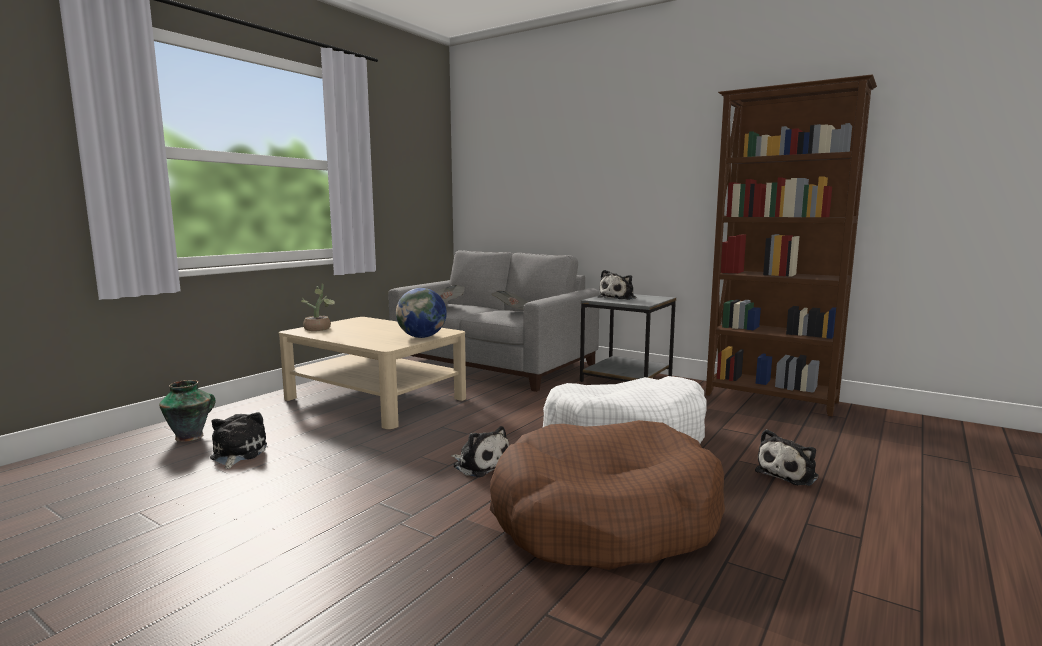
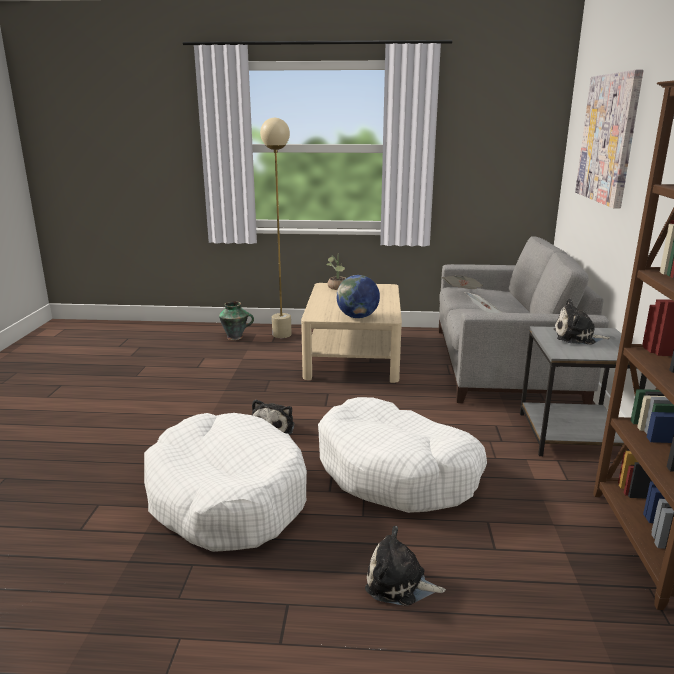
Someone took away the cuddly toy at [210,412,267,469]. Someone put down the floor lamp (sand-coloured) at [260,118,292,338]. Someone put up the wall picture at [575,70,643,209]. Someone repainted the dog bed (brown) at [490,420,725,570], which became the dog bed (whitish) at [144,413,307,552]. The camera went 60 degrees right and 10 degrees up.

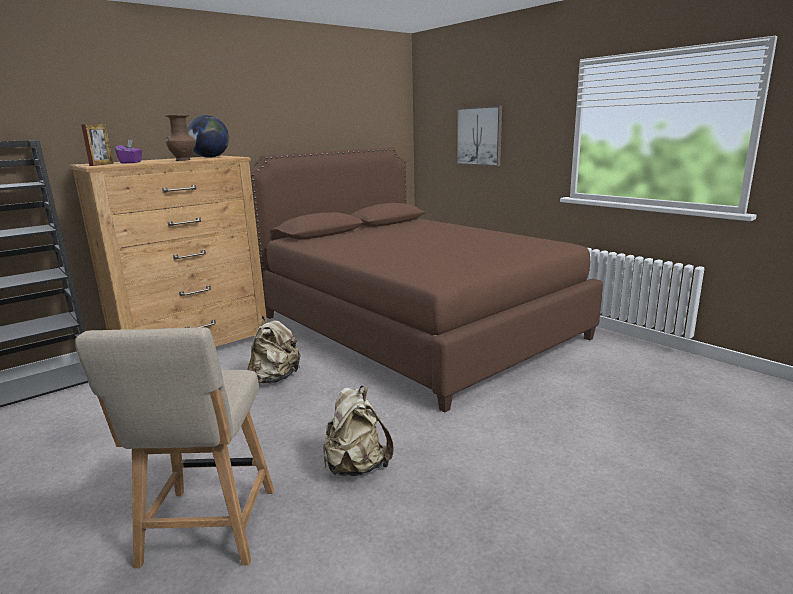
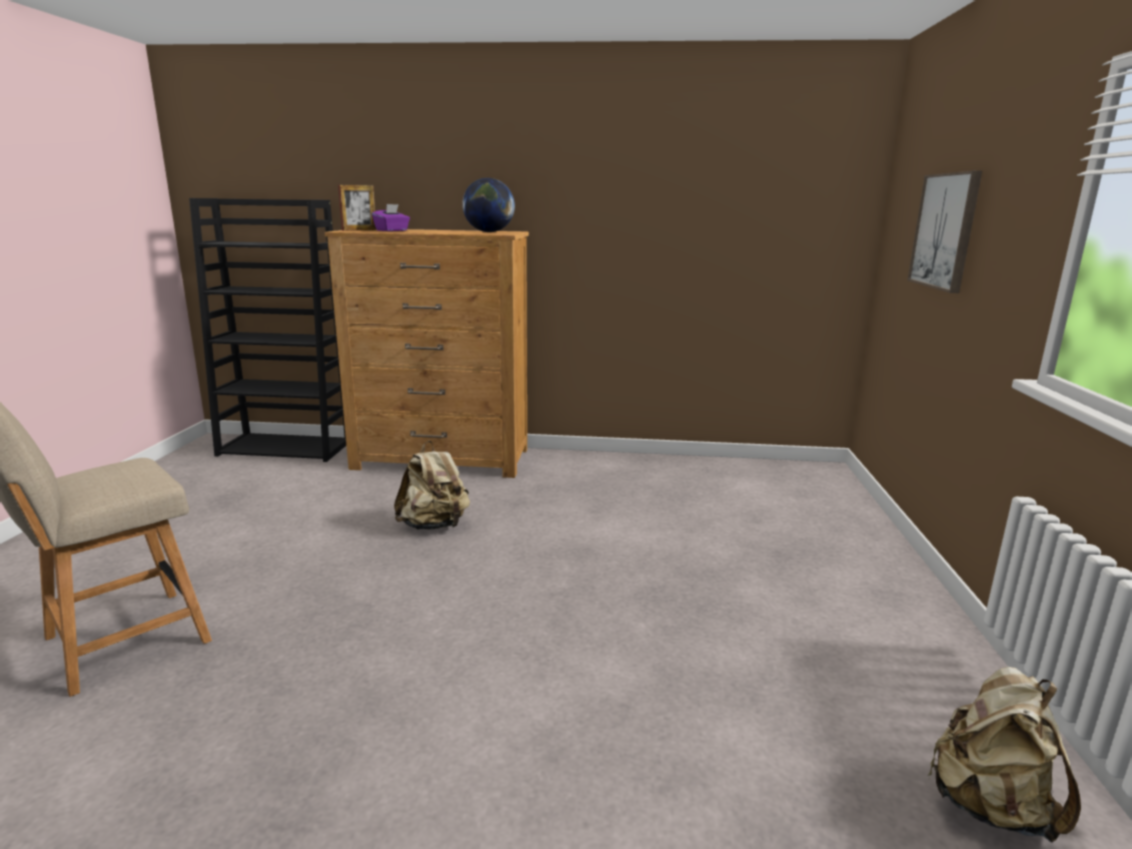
Someone took away the decorative vase (brown) at [165,115,196,161]. Someone took away the bed (brown) at [250,147,603,412]. Someone carried the backpack (sand-coloured) from [323,386,394,476] to [927,667,1081,843]. The camera went 45 degrees right and 0 degrees up.

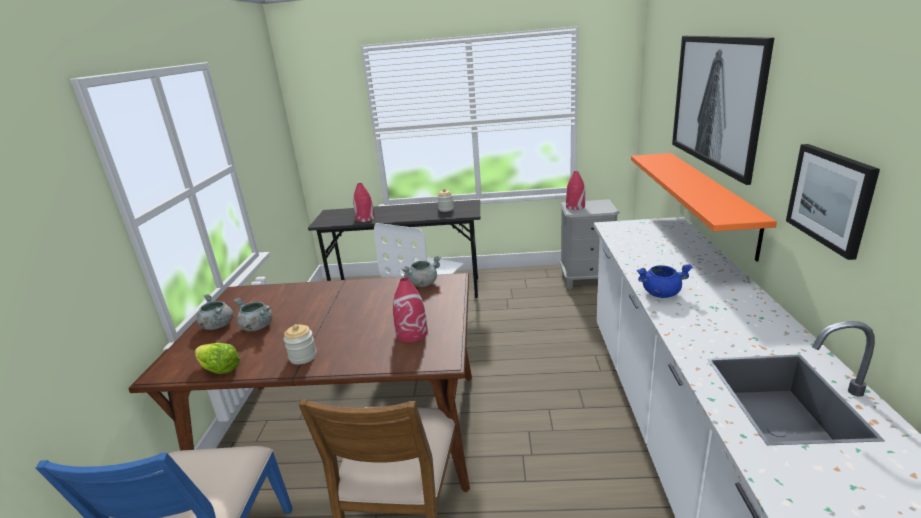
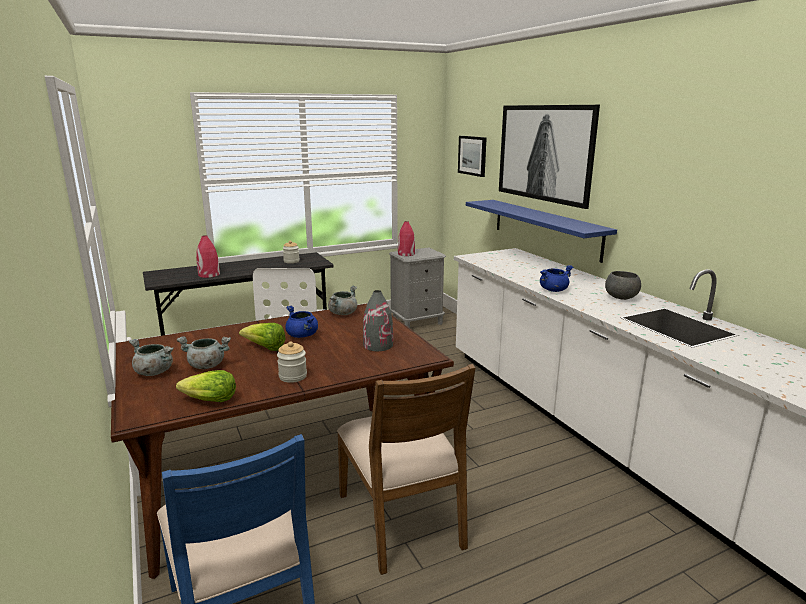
Someone put down the head of lettuce at [239,323,285,351]. Someone put down the cooking pot (blue) at [285,306,318,338]. Someone put down the serving bowl (grey) at [605,271,641,300]. Someone carried the wall picture from [786,144,880,260] to [458,136,487,177]. Someone repainted the decorative vase (reddish) at [393,278,428,342], which became the decorative vase (grey) at [363,290,393,351]. Someone repainted the bracket shelf (orange-coloured) at [631,153,777,261], which became the bracket shelf (blue) at [466,200,617,263]. The camera went 30 degrees left and 5 degrees down.

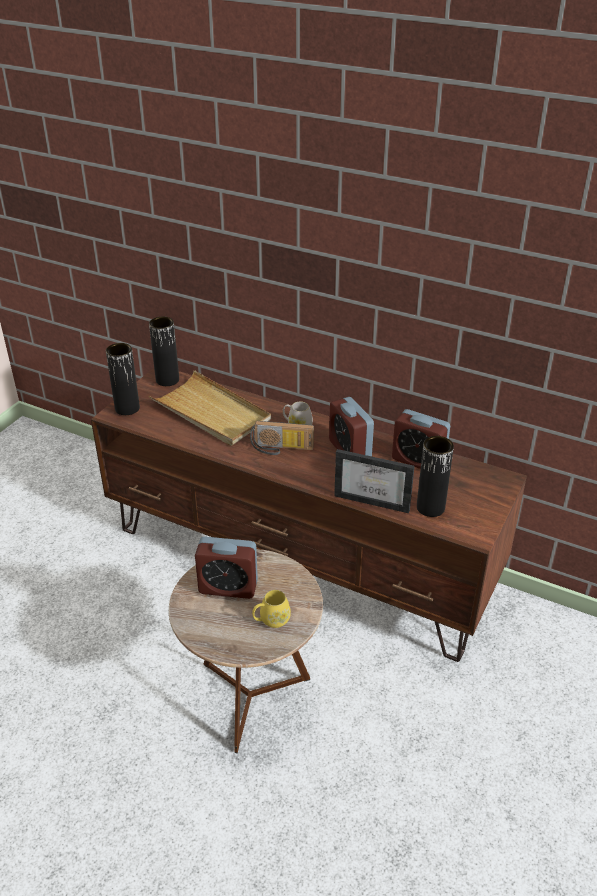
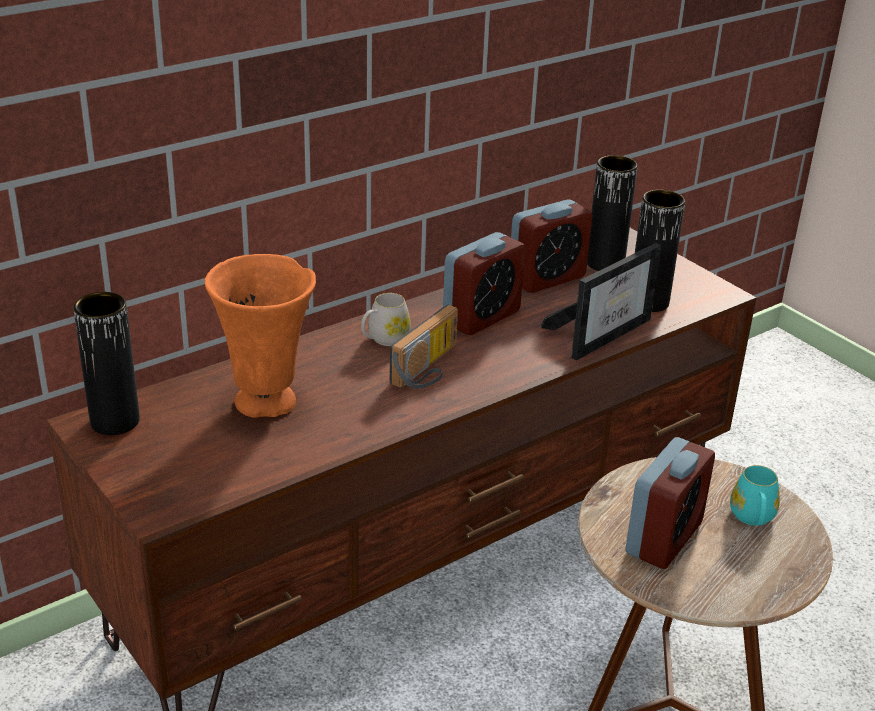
Someone carried the decorative vase (black) from [106,343,140,415] to [587,155,638,271]. Someone swapped the tray (sand-coloured) at [149,370,271,446] for the decorative vase (orange-coloured) at [205,254,316,418]. Someone repainted the tea mug (yellow) at [252,590,291,628], which became the tea mug (turquoise-coloured) at [730,465,780,526]. Someone rotated the bedside clock at [329,397,374,456] by 45 degrees counterclockwise. The camera went 65 degrees left and 5 degrees down.

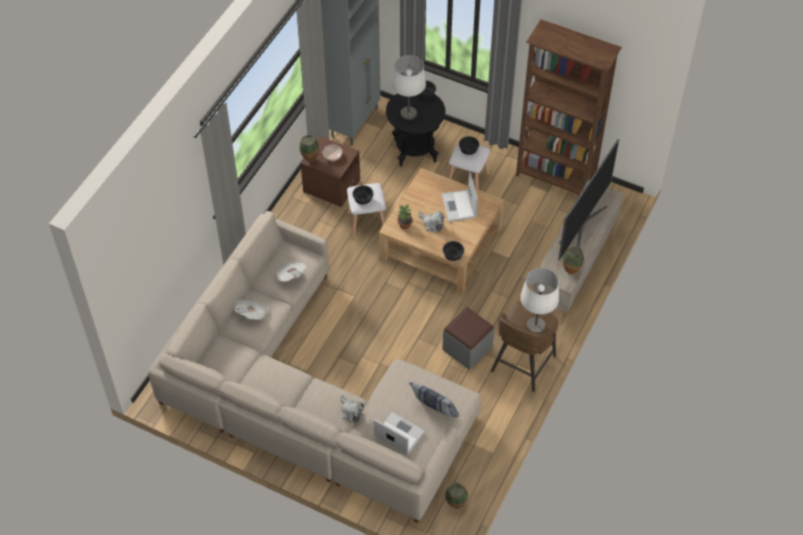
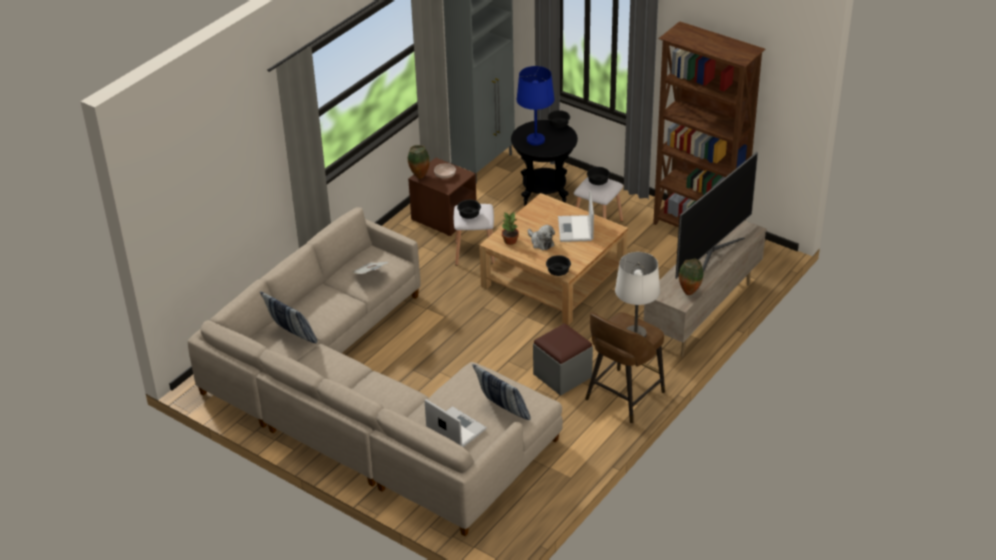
Someone took away the daily paper at [233,298,270,320]. Someone took away the cuddly toy at [341,395,364,423]. Someone took away the decorative vase at [445,483,468,509]. Someone put down the throw pillow at [260,291,318,343]. Someone repainted the table lamp (whitish) at [392,55,426,120], which became the table lamp (blue) at [517,66,555,146]. The camera went 10 degrees right and 15 degrees down.

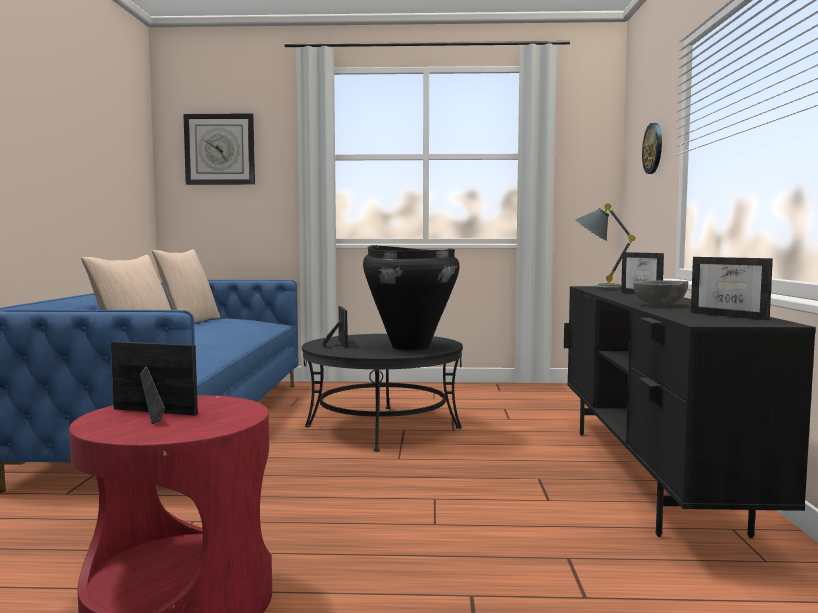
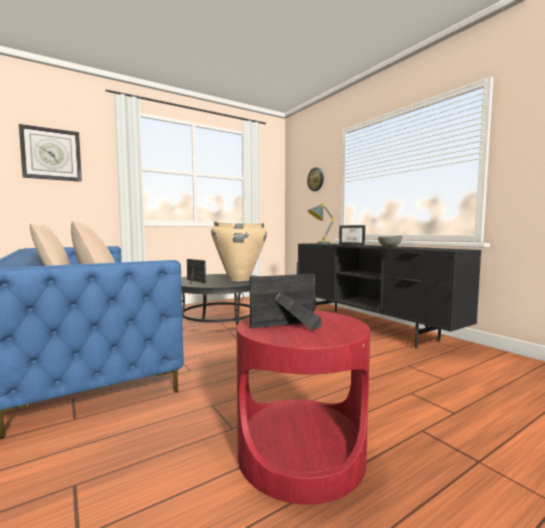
Someone took away the picture frame at [691,257,773,320]. Someone repainted the decorative vase (black) at [363,245,460,350], which became the decorative vase (sand-coloured) at [211,221,267,281]. The camera went 35 degrees left and 0 degrees up.

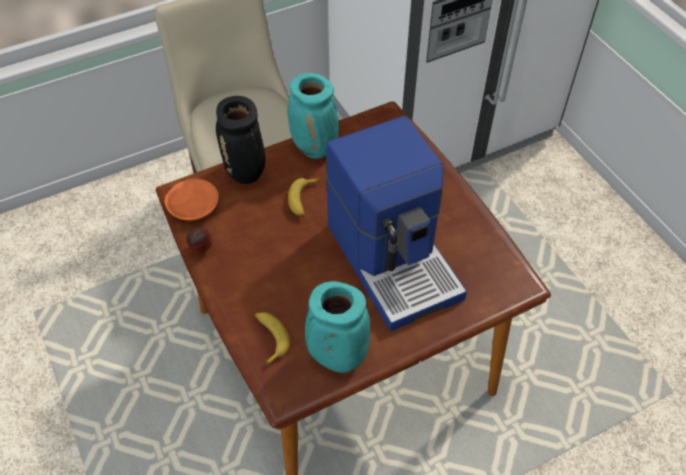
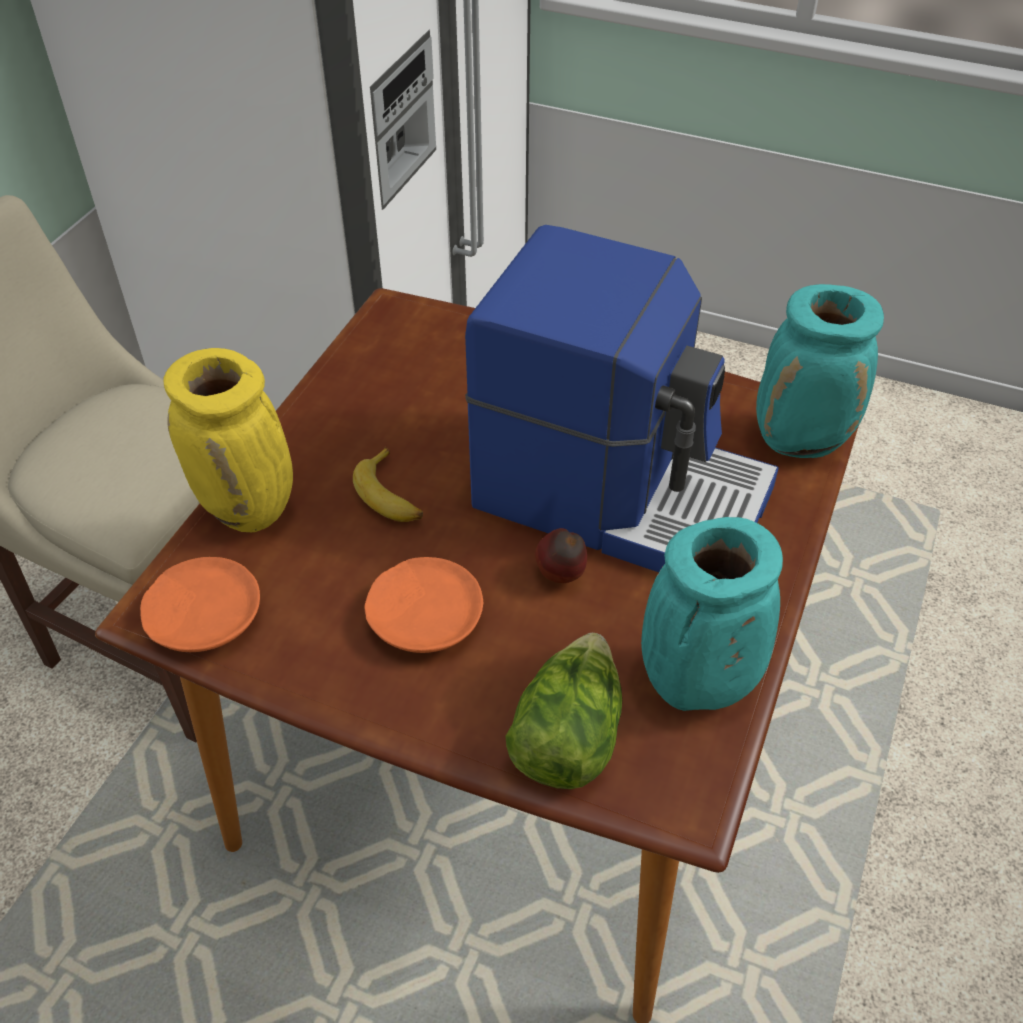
Someone put down the dinner plate (orange-coloured) at [364,557,483,653]. Someone carried the whole apple from [186,227,212,253] to [535,528,587,583]. Someone carried the decorative vase (turquoise-coloured) from [287,73,339,159] to [756,284,884,458]. Someone swapped the whole banana at [255,312,290,366] for the head of lettuce at [505,633,622,789]. Someone repainted the decorative vase (black) at [216,96,265,184], which became the decorative vase (yellow) at [164,348,293,532]. The camera went 40 degrees left and 5 degrees down.

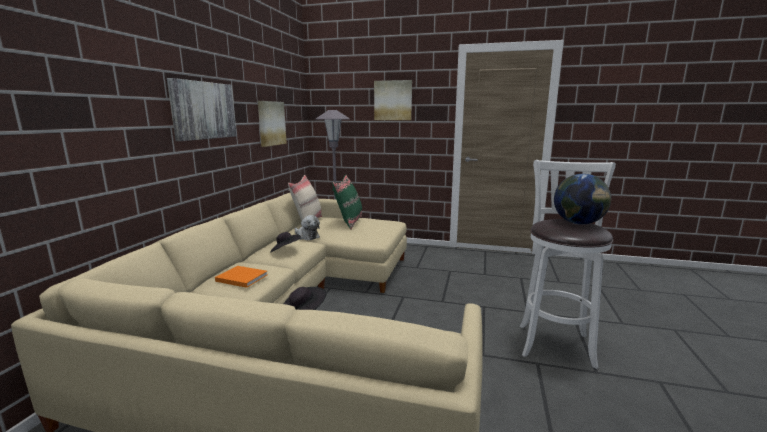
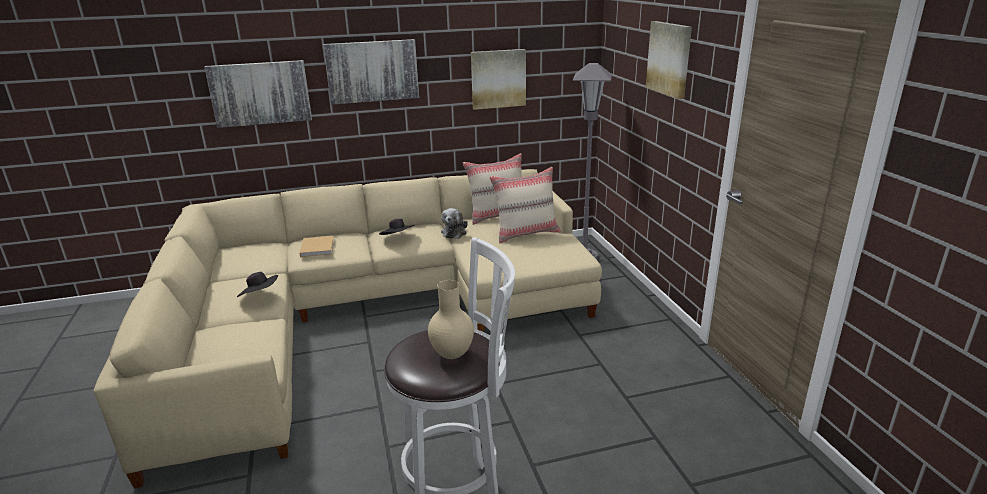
Someone put up the wall picture at [204,60,312,128]. Someone swapped the world globe at [554,174,611,225] for the decorative vase (sand-coloured) at [428,280,474,359]. Someone repainted the book (orange-coloured) at [215,266,267,288], which became the book (sand-coloured) at [300,235,334,257]. Someone repainted the throw pillow (green) at [332,175,362,229], which became the throw pillow (sand-coloured) at [489,167,561,243]. The camera went 60 degrees right and 10 degrees up.

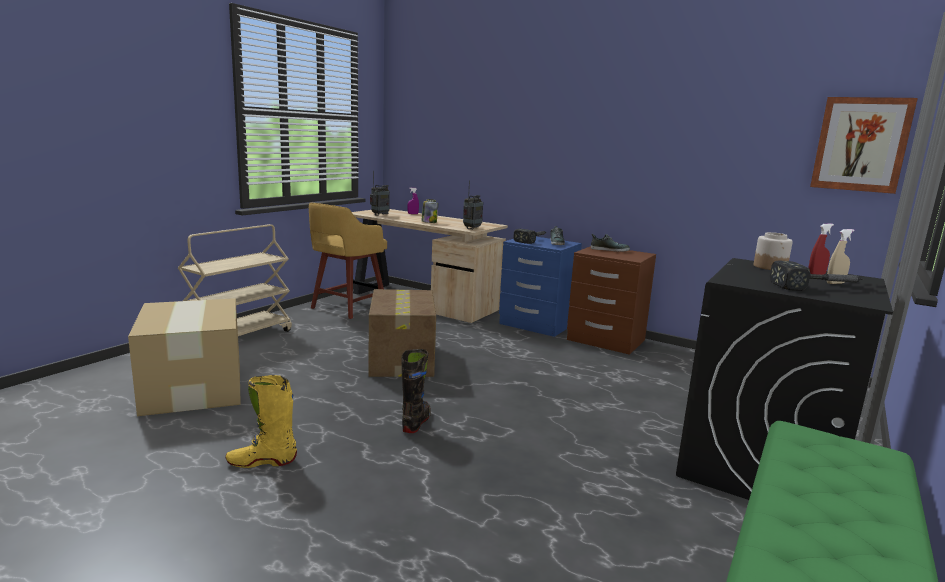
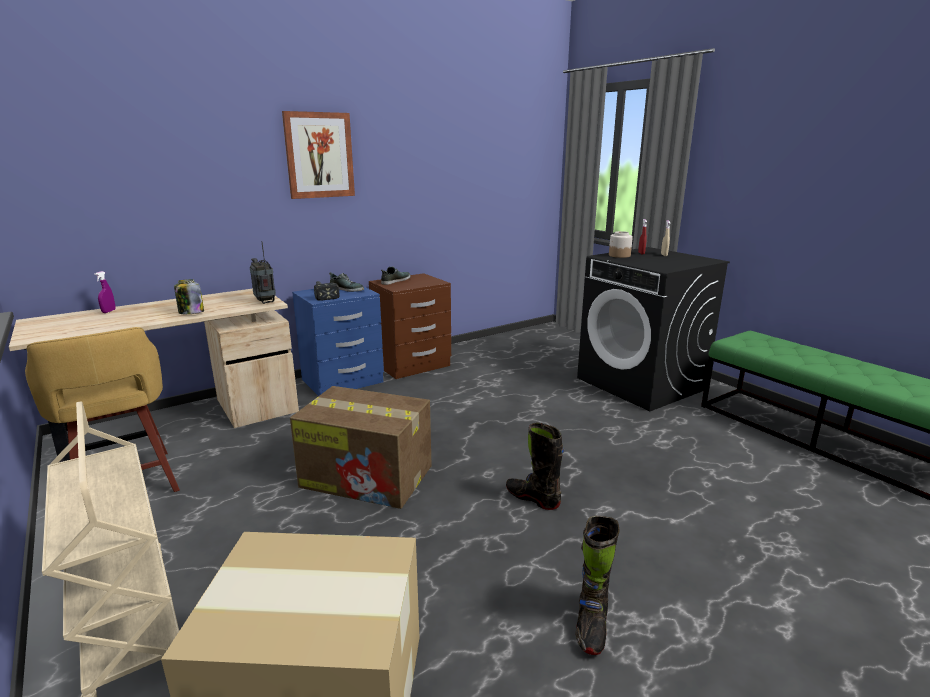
Someone took away the radio at [370,171,390,216]. Someone took away the hand hammer at [770,260,864,291]. Someone carried the wall picture from [810,97,918,194] to [282,111,355,199]. Someone repainted the high-top boot (yellow) at [226,375,297,468], which became the high-top boot (black) at [575,516,620,655]. The camera went 65 degrees left and 5 degrees up.

